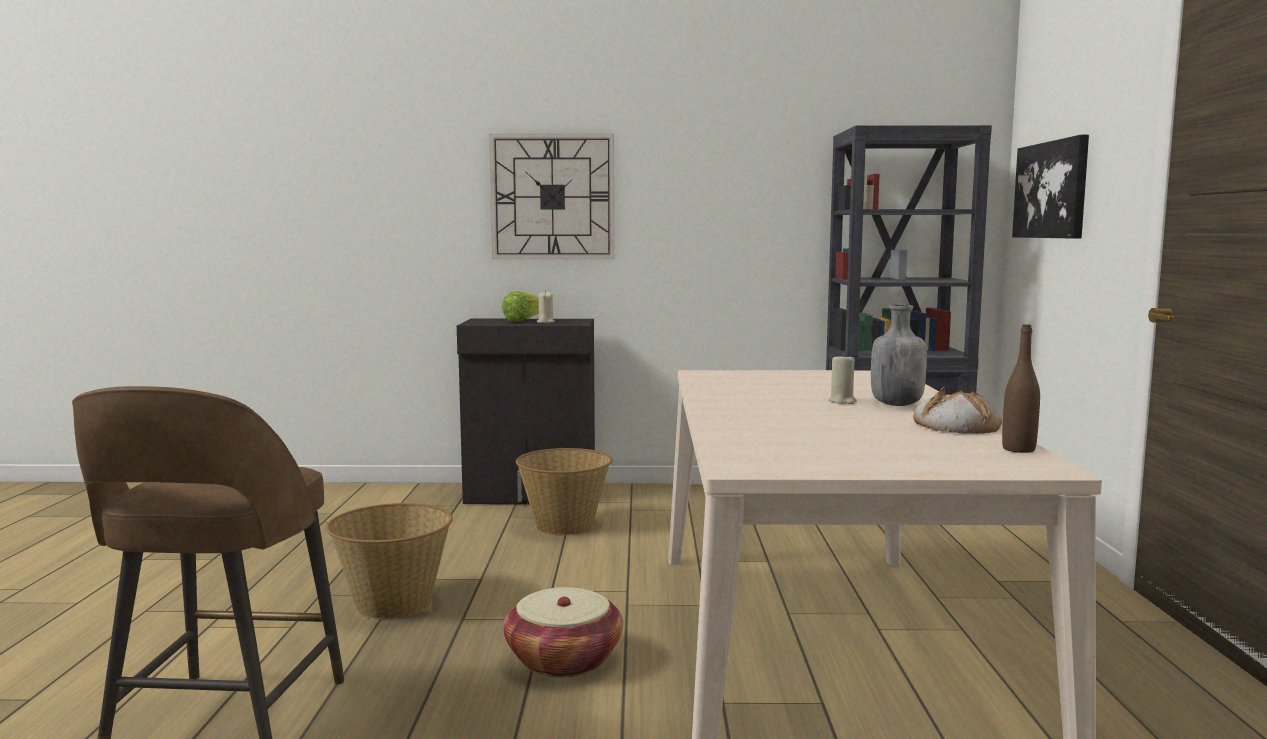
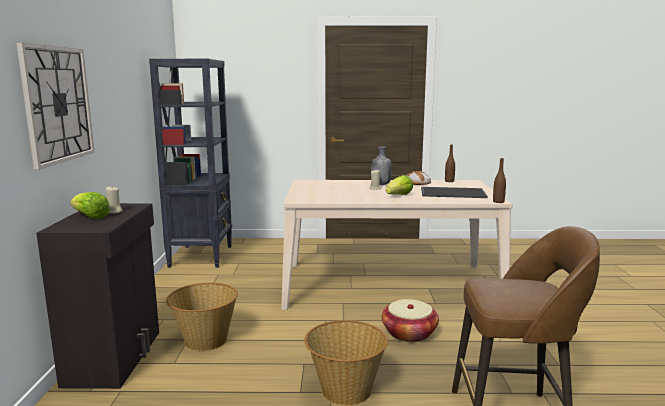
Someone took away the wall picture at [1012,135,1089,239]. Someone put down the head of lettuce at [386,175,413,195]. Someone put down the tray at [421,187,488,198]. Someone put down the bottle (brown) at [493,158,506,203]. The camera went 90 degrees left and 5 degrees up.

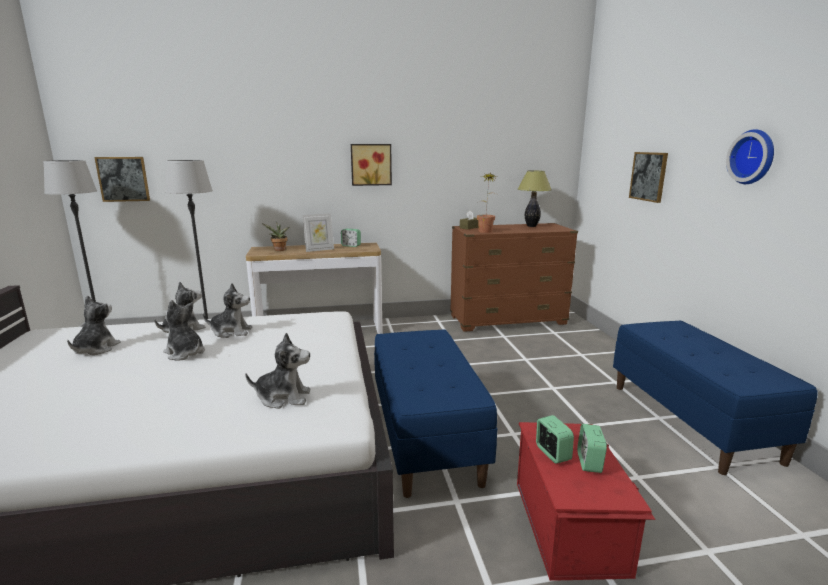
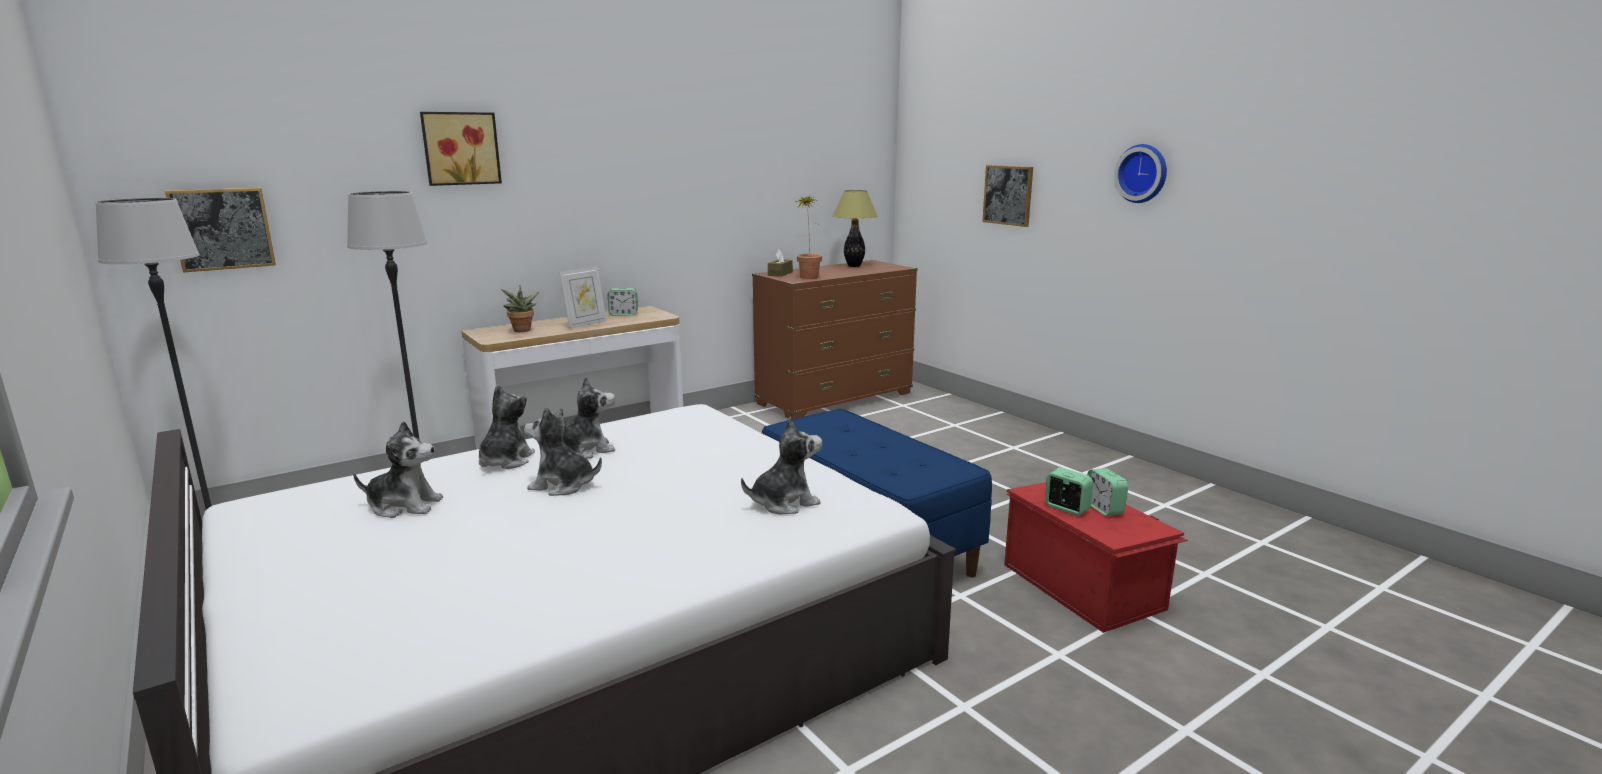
Someone took away the long seat (blue) at [613,321,818,475]. Someone carried the wall picture from [351,144,392,186] to [420,112,502,186]. Someone rotated the cuddly toy at [67,296,121,355] by 105 degrees clockwise. The camera went 25 degrees left and 0 degrees up.

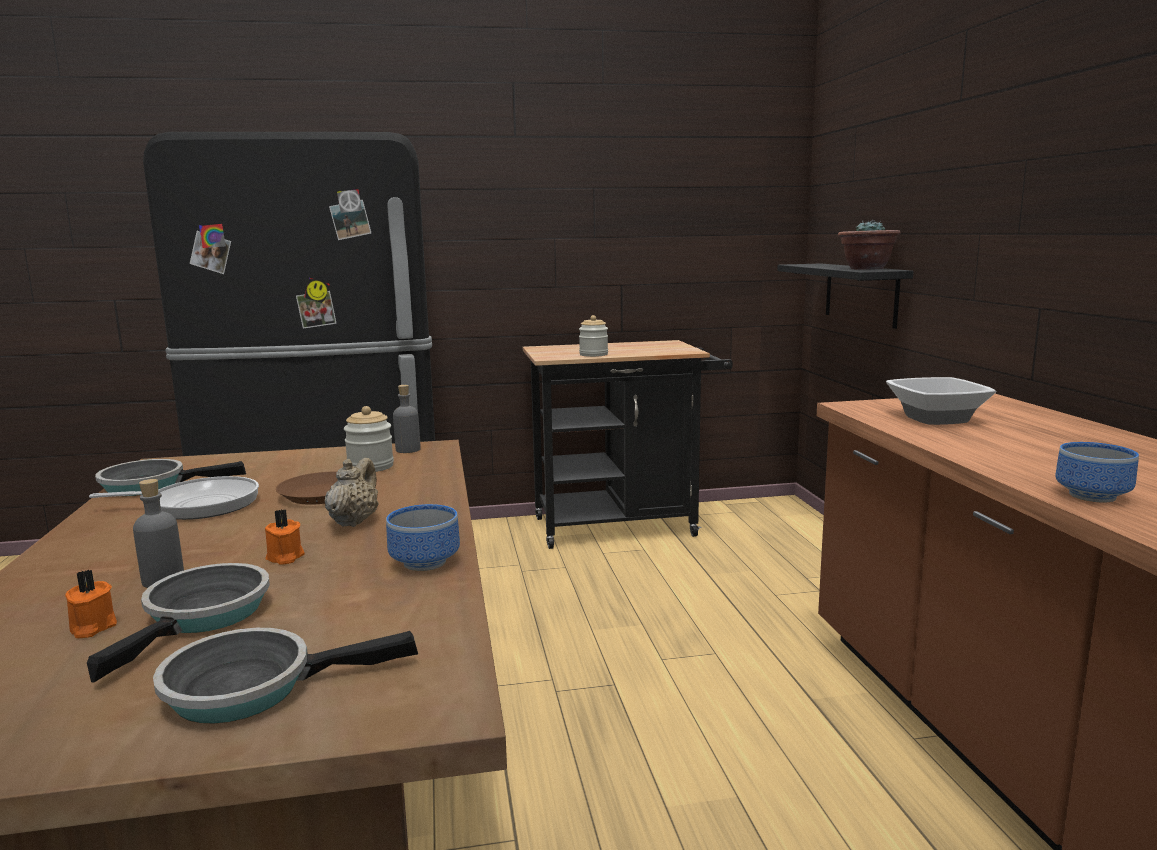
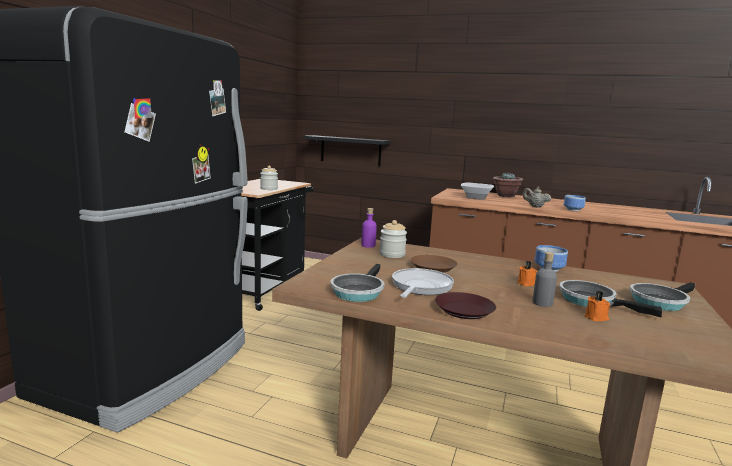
Someone put down the dinner plate (brown) at [435,292,496,319]. Someone carried the teapot (sand-coloured) from [325,458,379,527] to [523,187,551,207]. Someone carried the plant in a pot from [838,220,901,270] to [493,172,523,197]. Someone repainted the bottle (grey) at [393,385,421,453], which became the bottle (purple-coloured) at [361,208,377,248]. Someone rotated the skillet at [153,628,418,723] by 45 degrees clockwise. The camera went 60 degrees left and 0 degrees up.

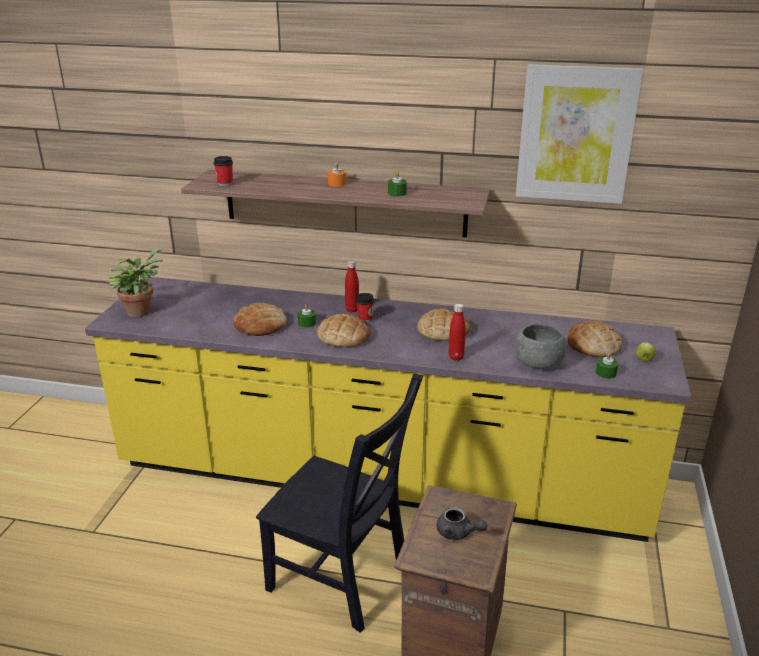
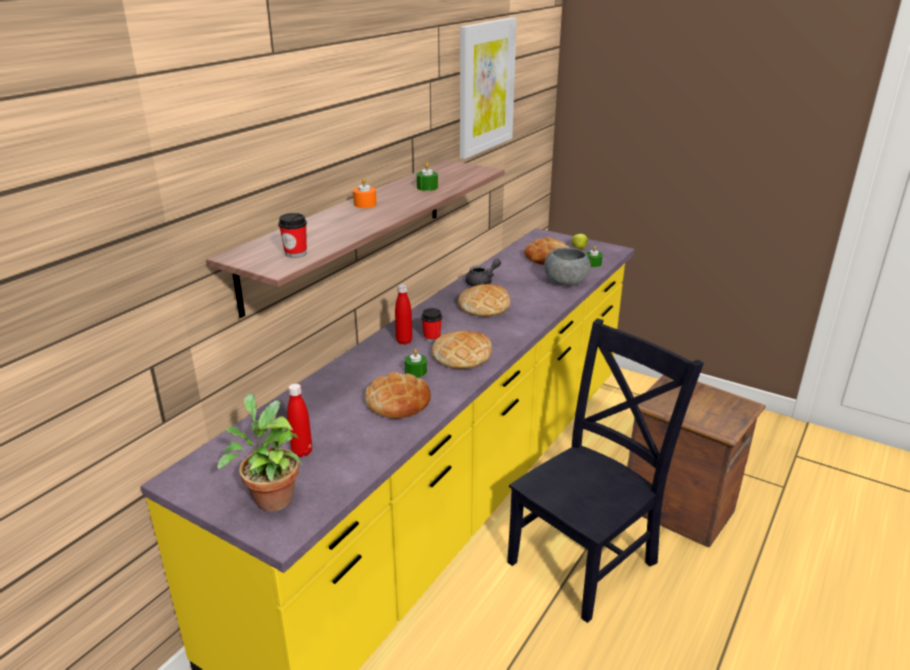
Someone carried the teapot (grey) from [437,507,487,540] to [466,259,501,286]. Someone carried the bottle (reddish) from [449,304,466,361] to [287,383,312,457]. The camera went 70 degrees left and 0 degrees up.

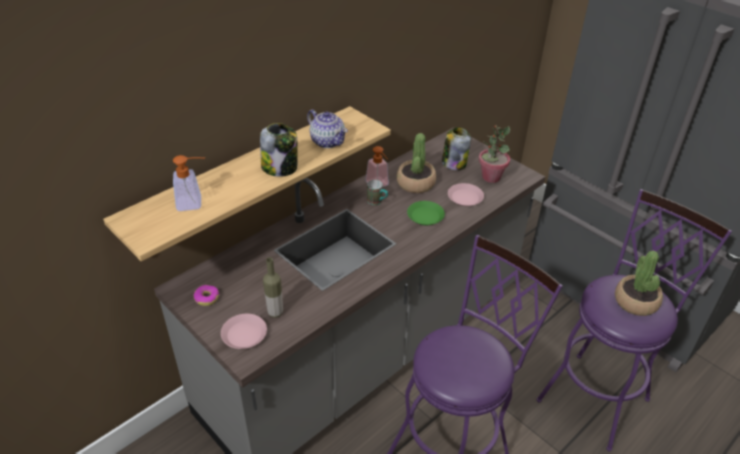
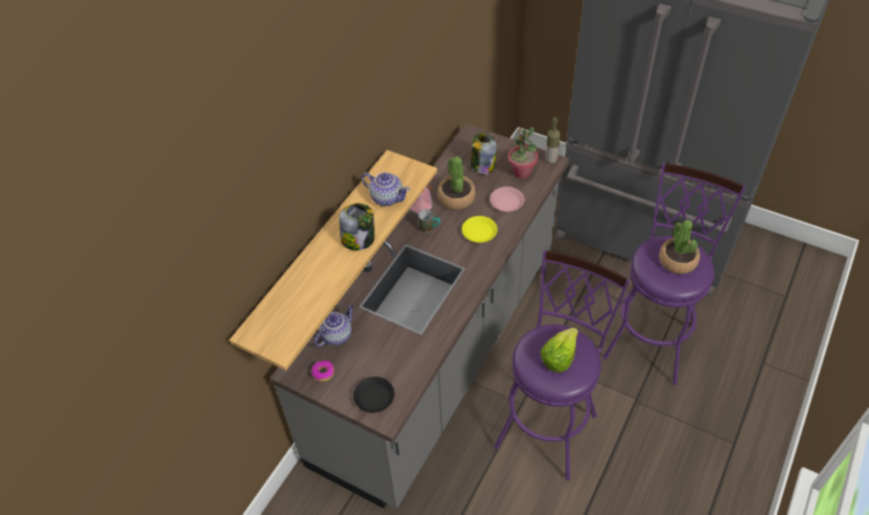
Someone took away the soap dispenser at [173,155,205,211]. Someone put down the teapot at [314,305,354,347]. Someone put down the head of lettuce at [541,328,578,373]. Someone carried the bottle from [263,257,283,318] to [545,117,561,164]. Someone repainted the dinner plate (pink) at [221,314,267,349], which became the dinner plate (black) at [353,377,394,413]. Someone repainted the dinner plate (green) at [407,201,445,225], which became the dinner plate (yellow) at [462,216,497,243]. The camera went 15 degrees left and 10 degrees up.

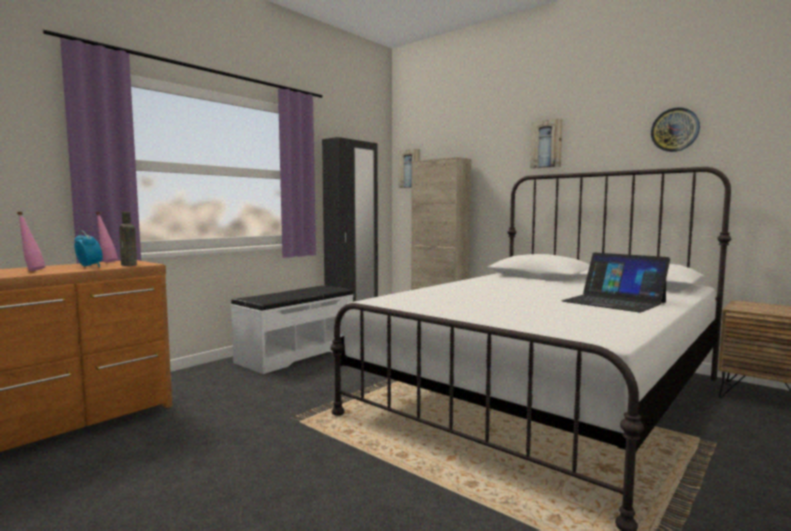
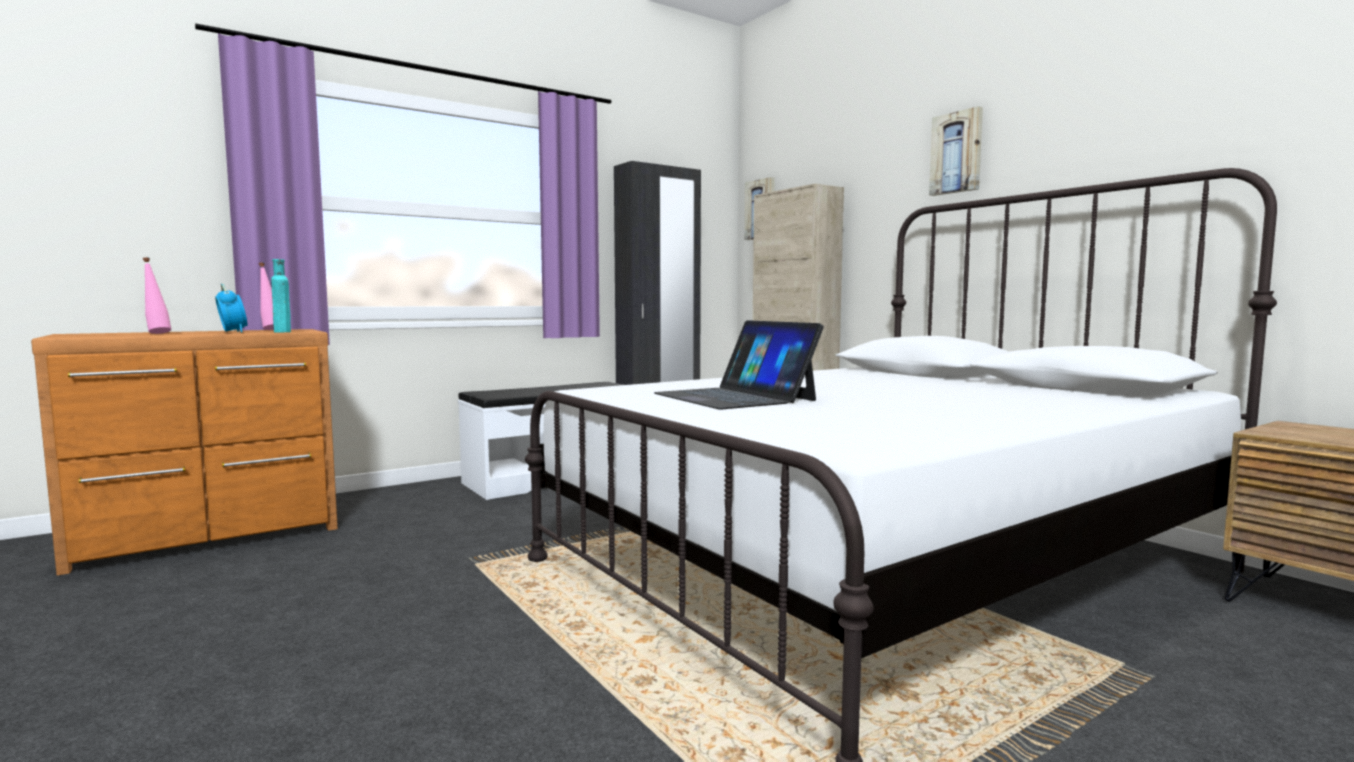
Someone took away the wall clock at [651,107,700,152]. Someone carried the notebook computer from [561,253,670,313] to [654,320,824,409]. Someone repainted the bottle (brown) at [119,212,137,266], which became the bottle (turquoise-coloured) at [271,259,291,332]. The camera went 15 degrees right and 0 degrees up.

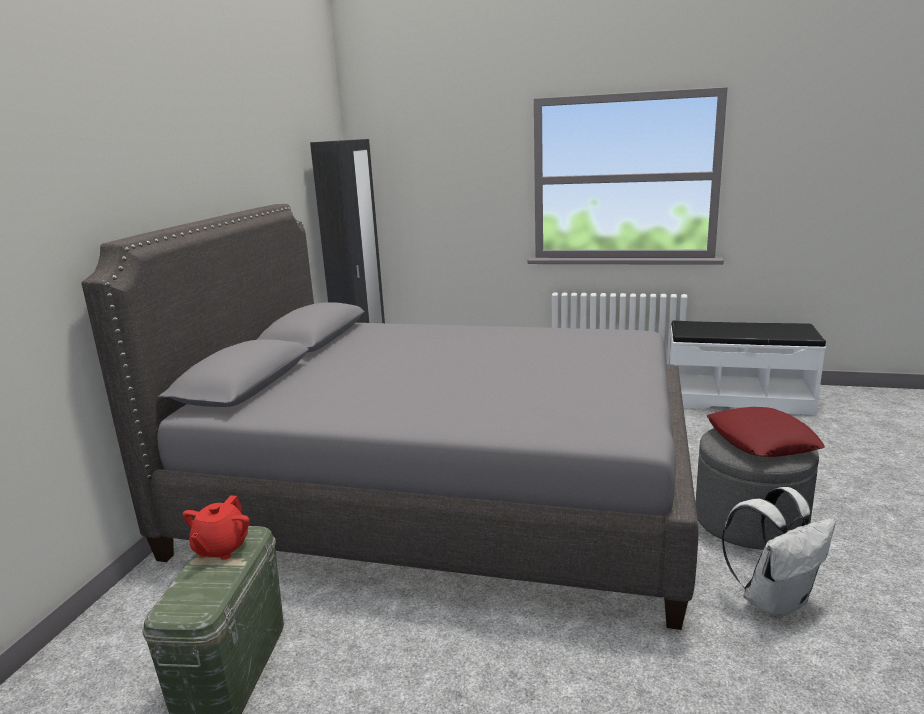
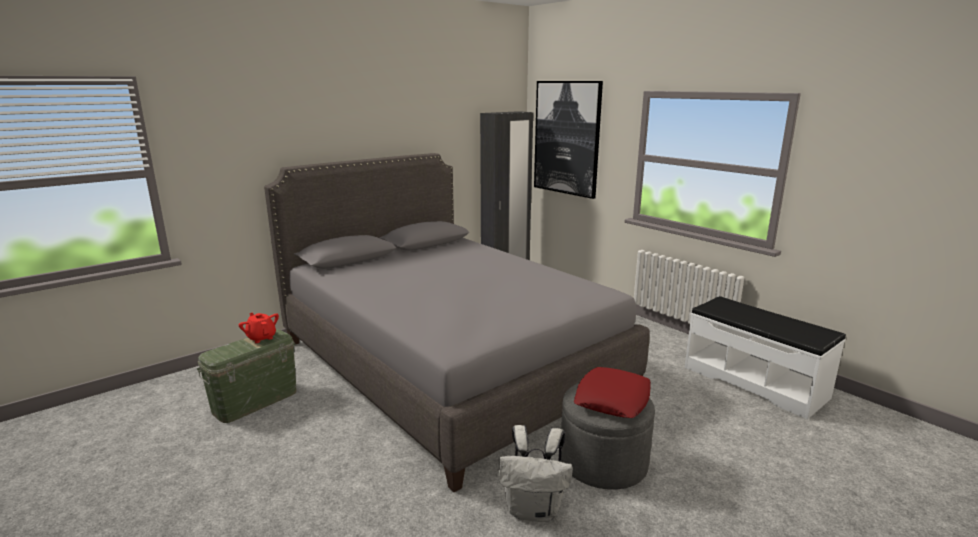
Someone put up the wall picture at [534,81,603,199]. Someone rotated the teapot (reddish) at [183,495,250,560] by 90 degrees clockwise. The camera went 35 degrees right and 0 degrees up.

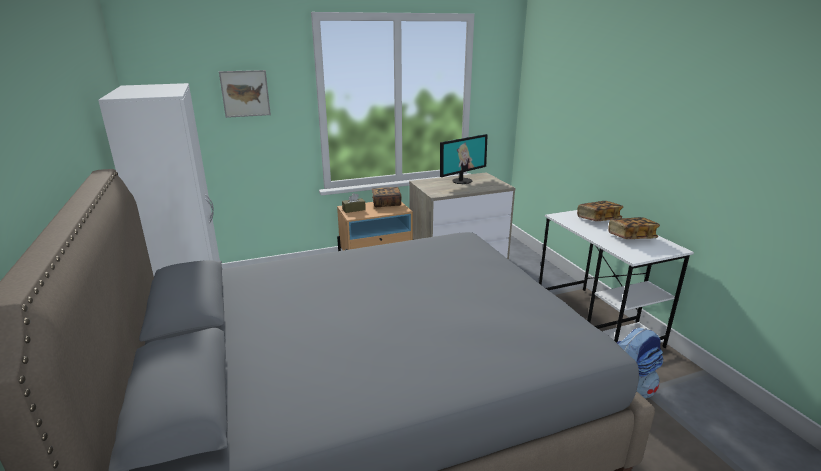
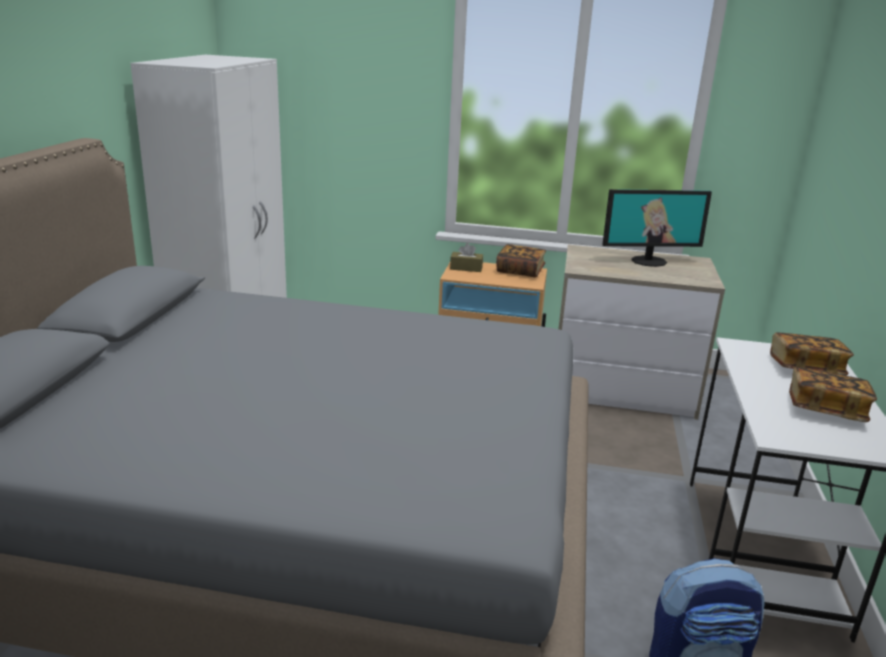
Someone took away the wall picture at [219,70,271,118]. The camera went 30 degrees right and 0 degrees up.

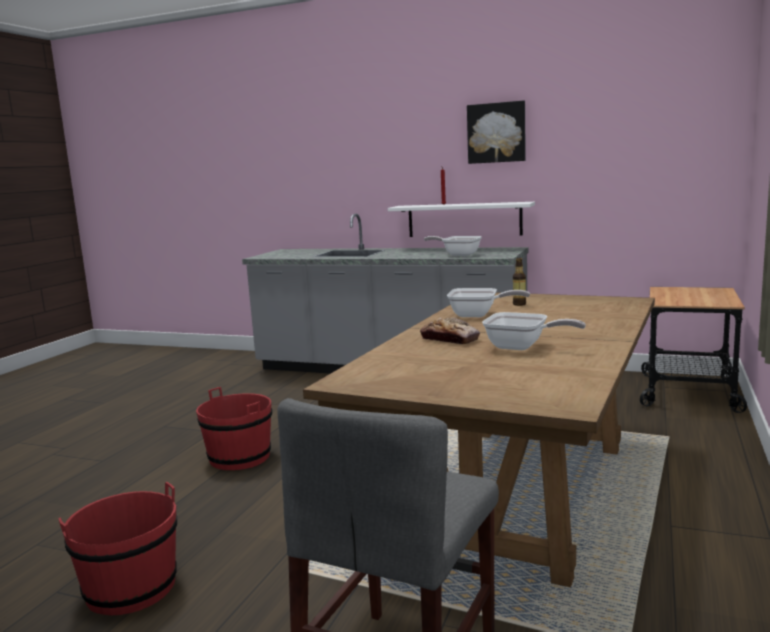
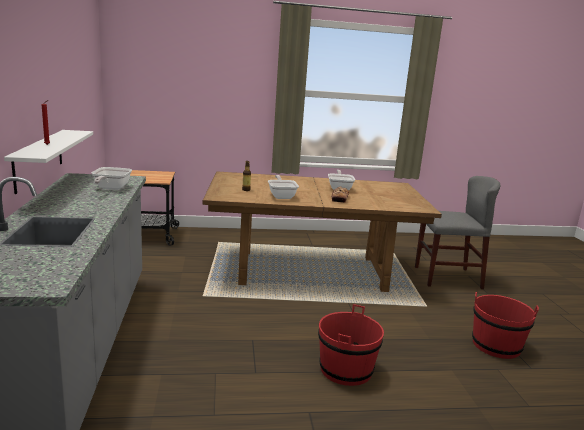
Someone took away the wall picture at [467,101,526,164]. The camera went 120 degrees left and 5 degrees up.

